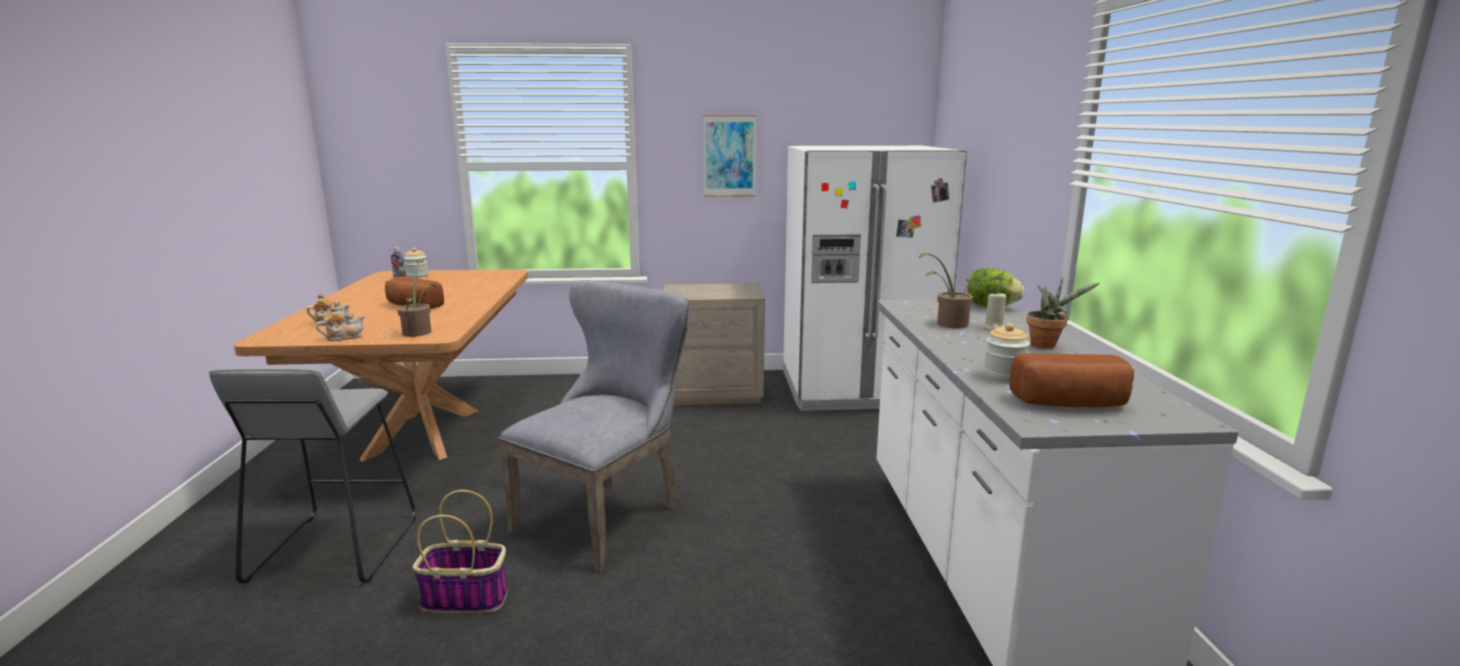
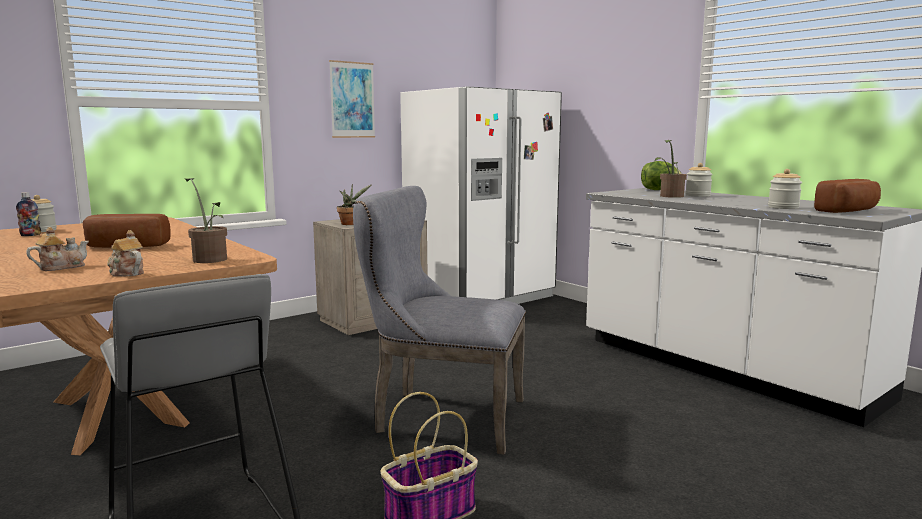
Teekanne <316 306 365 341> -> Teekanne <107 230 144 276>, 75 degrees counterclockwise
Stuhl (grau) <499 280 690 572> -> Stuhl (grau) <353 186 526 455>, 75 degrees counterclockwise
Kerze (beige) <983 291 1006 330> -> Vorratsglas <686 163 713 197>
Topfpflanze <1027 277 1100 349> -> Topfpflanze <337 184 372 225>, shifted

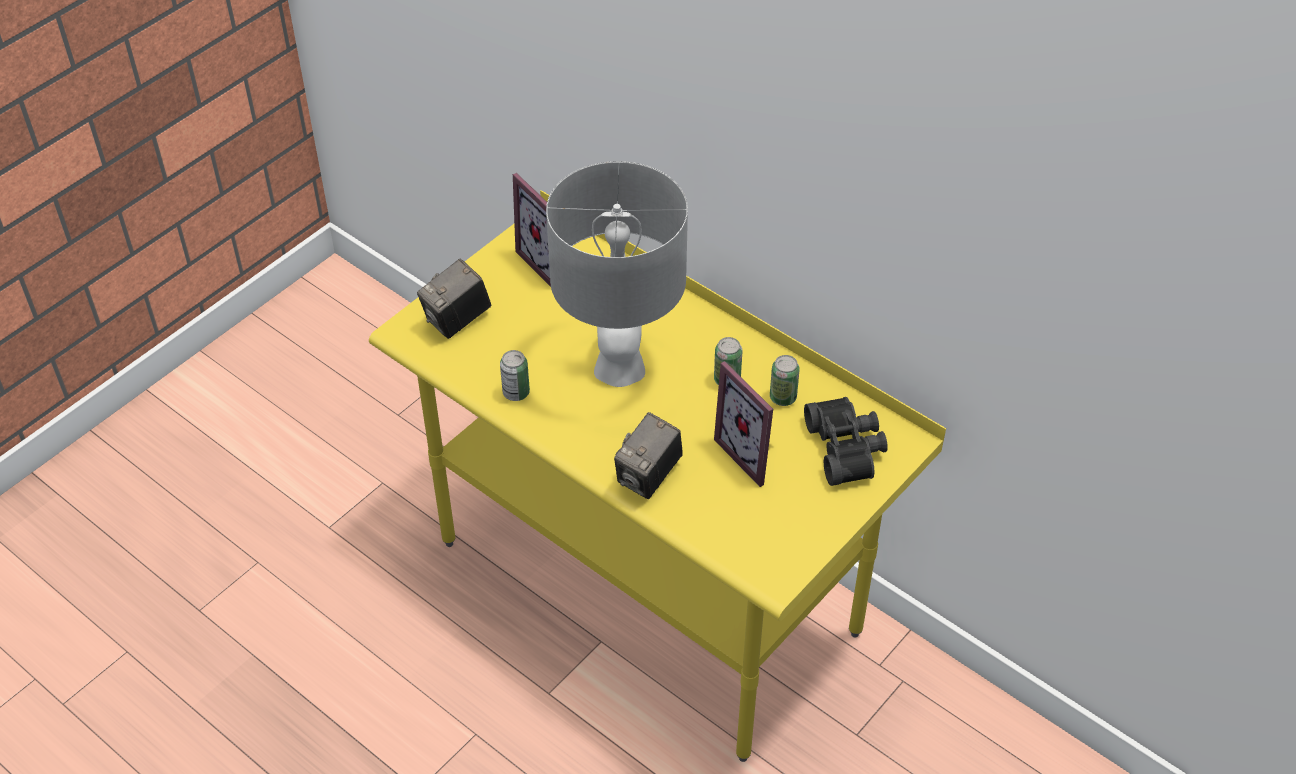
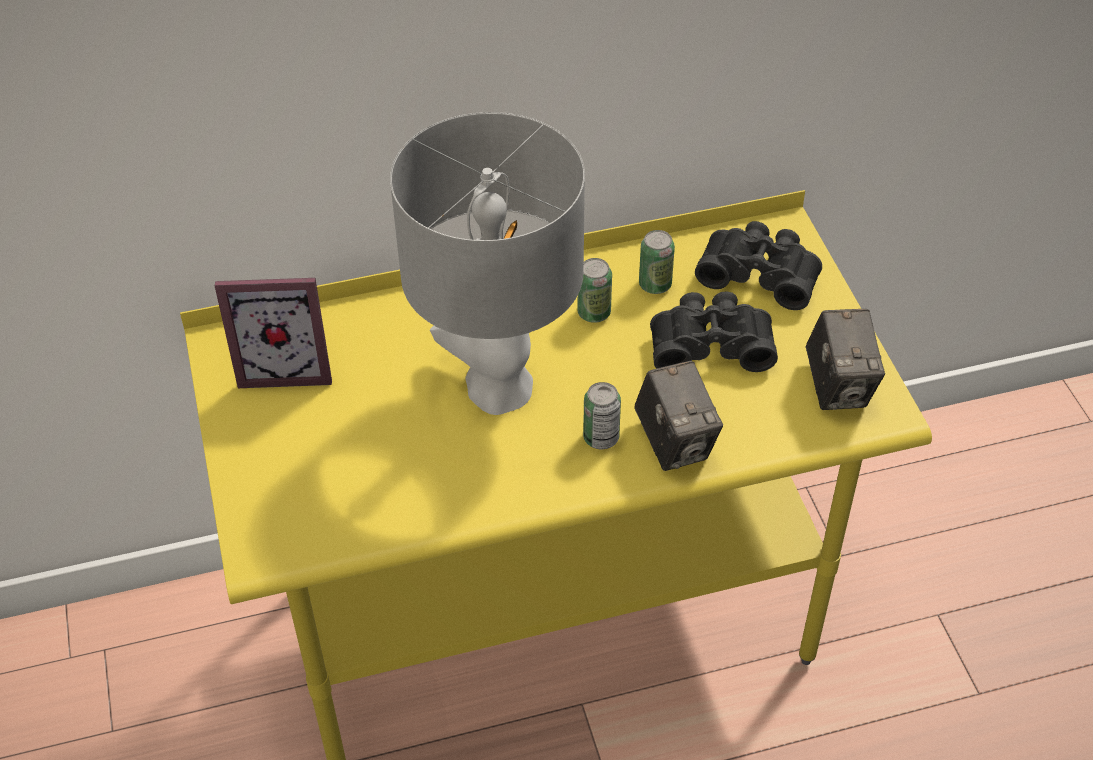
Kamera <417 259 491 339> -> Kamera <806 309 885 410>, shifted
Dose <500 350 530 401> -> Dose <583 382 621 449>, shifted
Bilderrahmen <714 361 773 487> -> Fernglas (schwarz) <650 291 778 372>

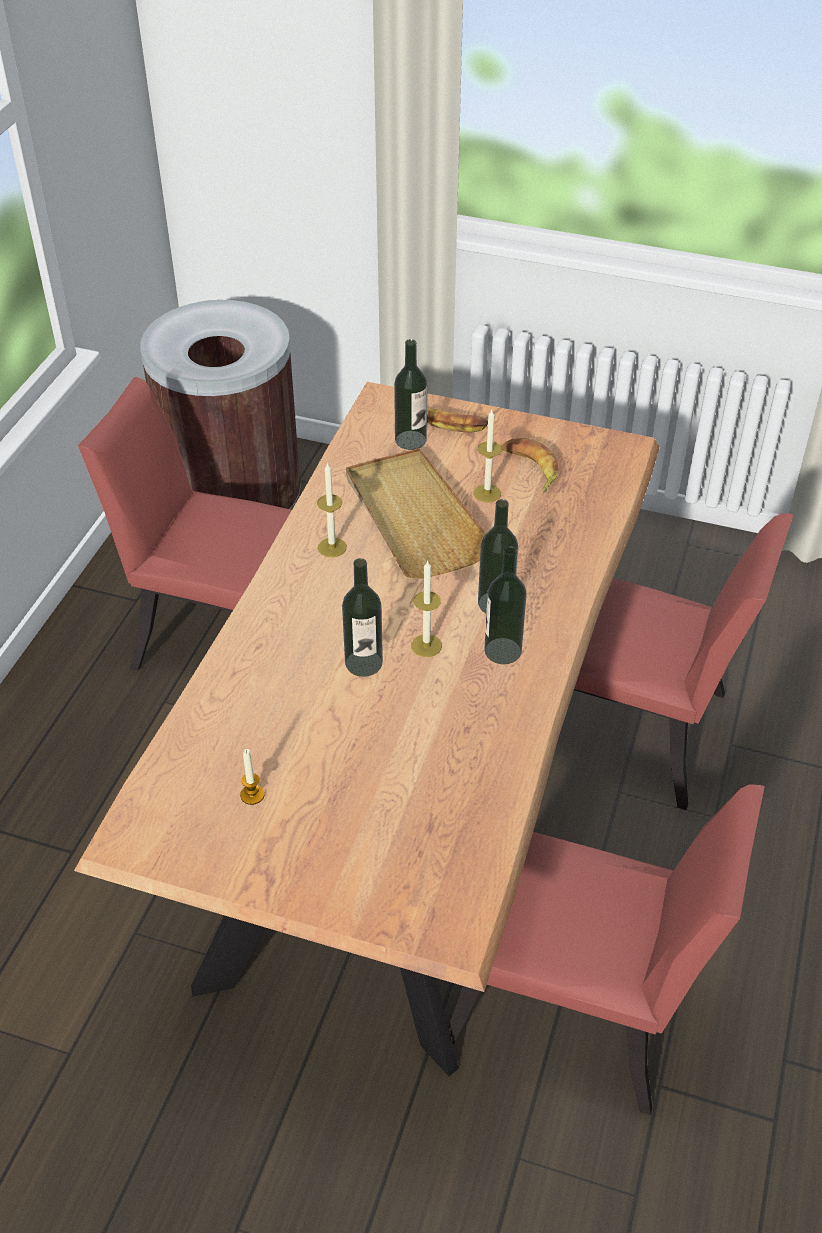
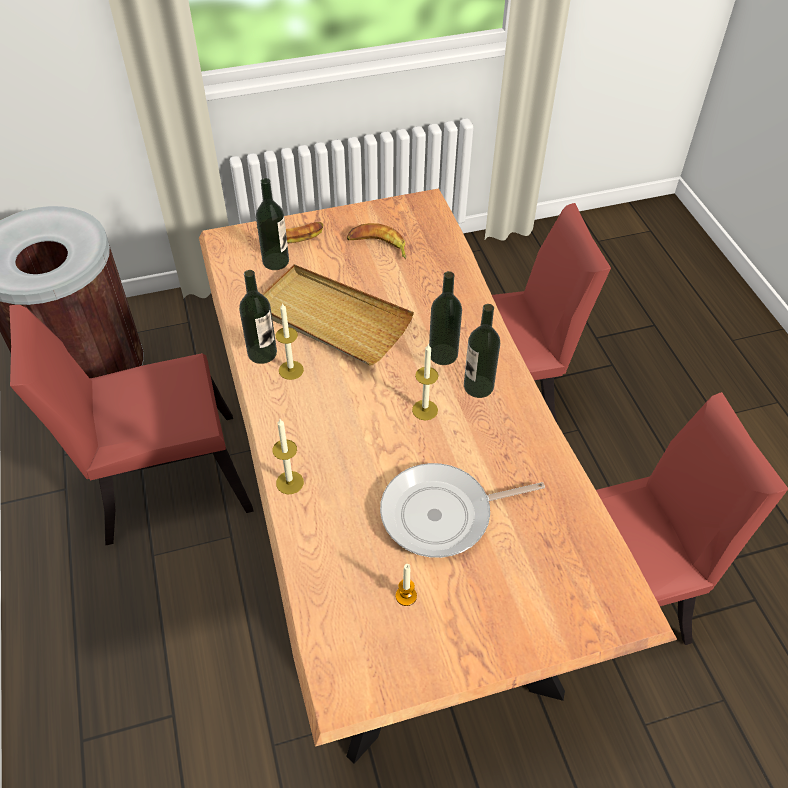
Flasche <342 558 383 677> -> Flasche <239 270 277 364>, shifted
Kerze <474 410 502 503> -> Kerze <272 419 304 494>, shifted
none -> Pfanne <380 463 545 558>

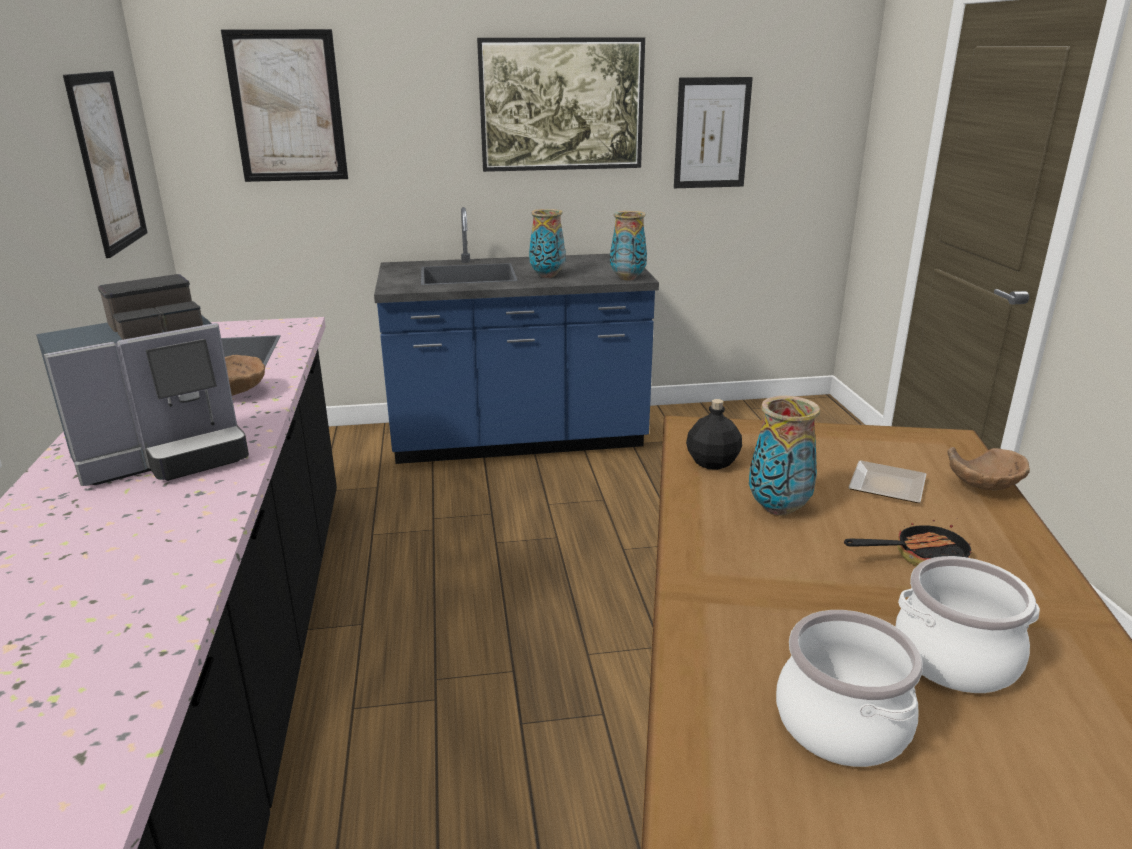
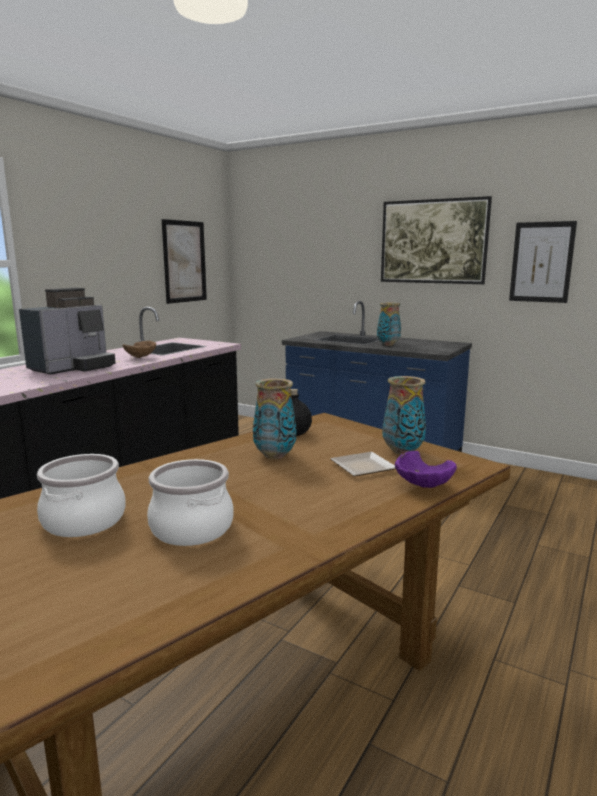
Kaffeemaschine <36 274 249 486> -> Kaffeemaschine <19 288 115 375>, 60 degrees counterclockwise
Bild <221 29 348 182> -> none
Vase <610 211 647 280> -> Vase <383 376 426 455>, shifted
Pfanne <844 520 971 566> -> none
Schüssel (braun) <947 447 1030 490> -> Schüssel (lila) <395 451 457 488>

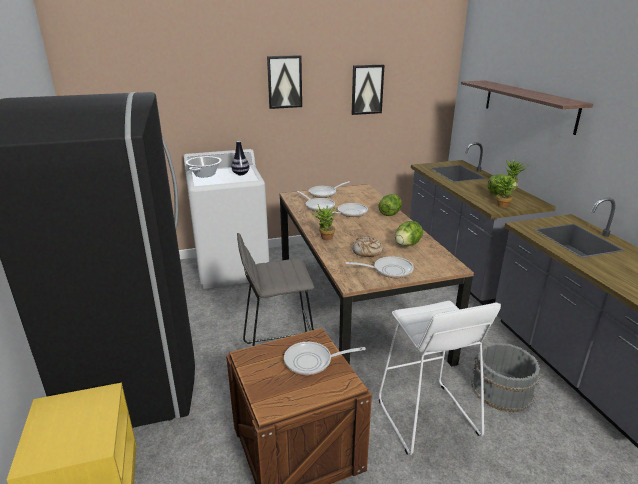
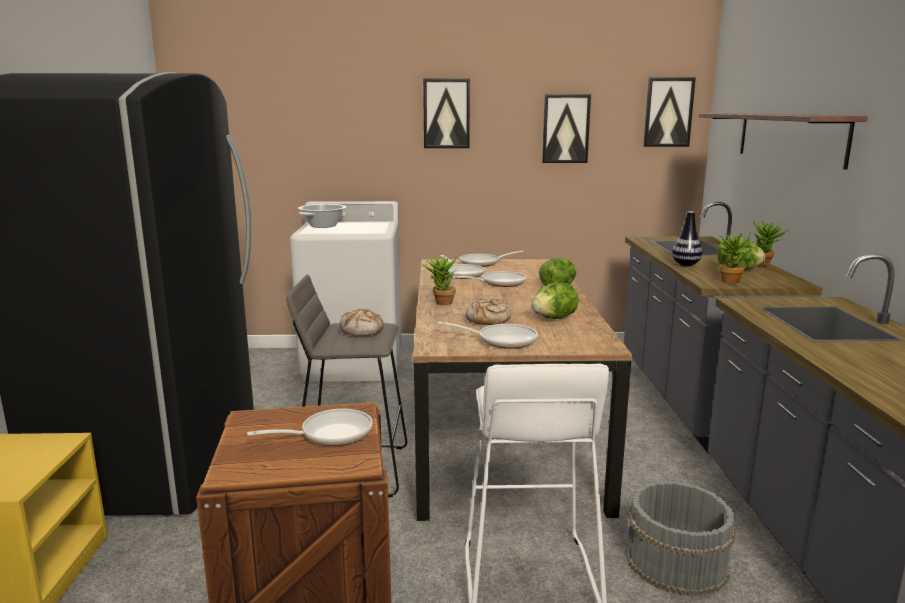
Vase <231 141 250 175> -> Vase <672 211 702 266>, shifted
Pfanne <284 342 366 375> -> Pfanne <247 408 373 446>, 150 degrees clockwise
none -> Brot <340 309 384 336>
none -> Bild <643 77 696 147>

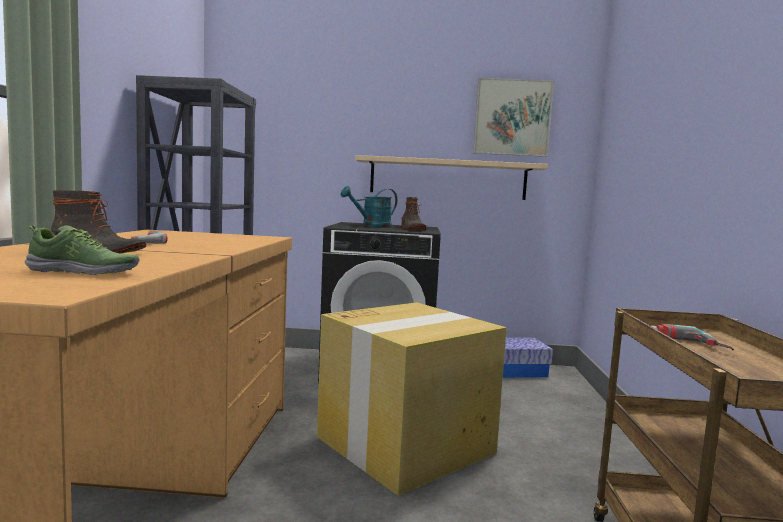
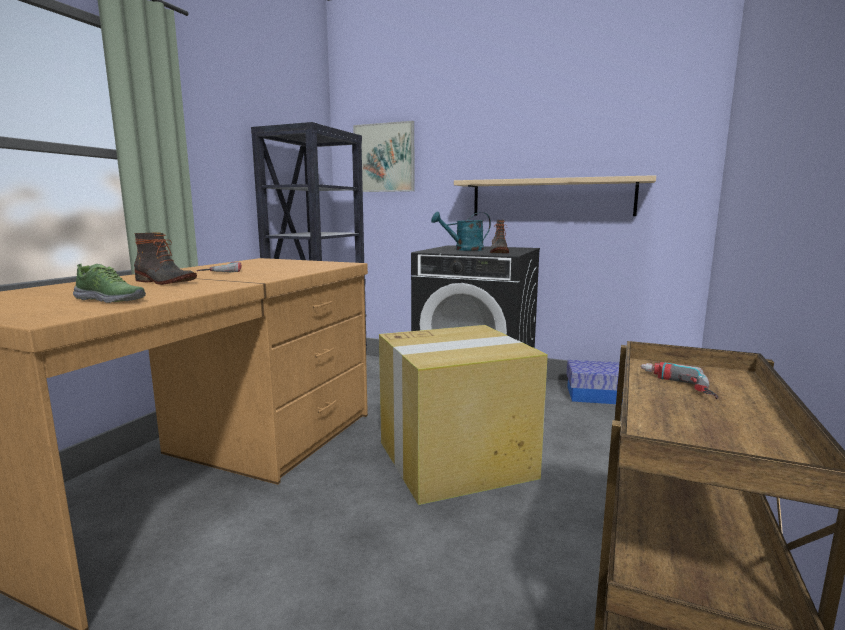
Bild <473 78 554 157> -> Bild <353 121 415 192>, shifted

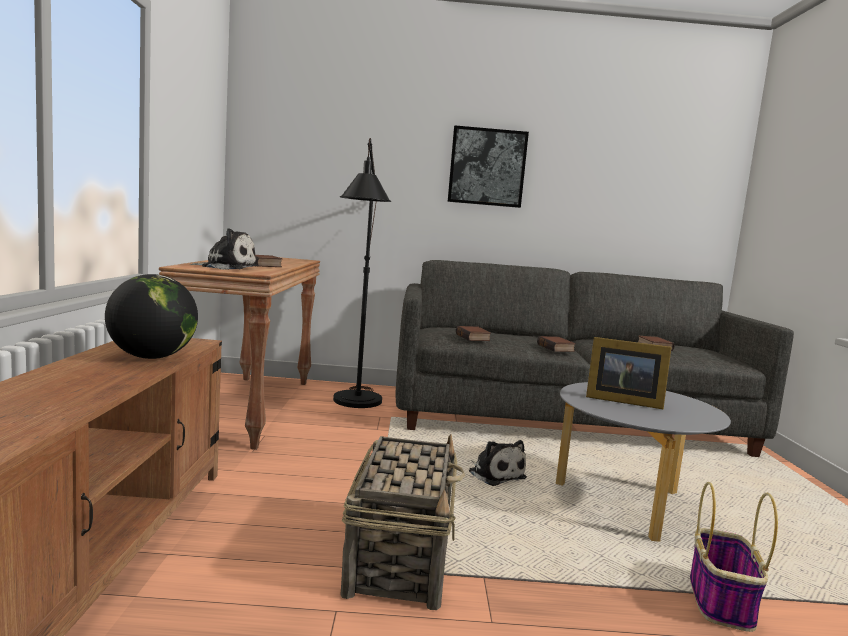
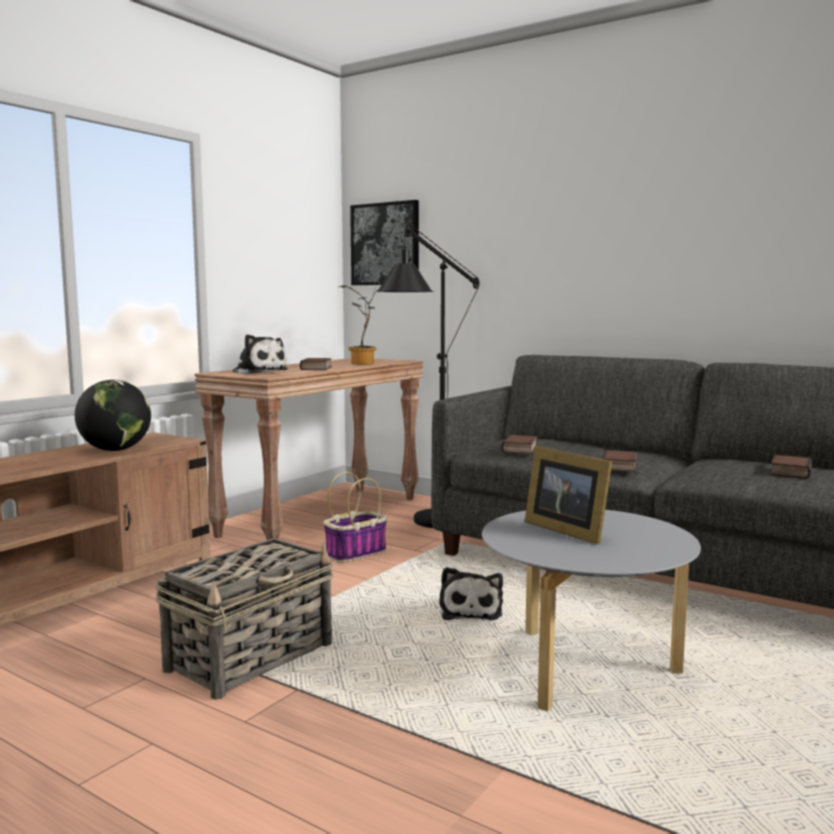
Bild <448 125 529 208> -> Bild <350 200 419 285>, shifted
Korb <690 482 778 632> -> Korb <323 472 387 563>, shifted
none -> Topfpflanze <340 277 384 365>

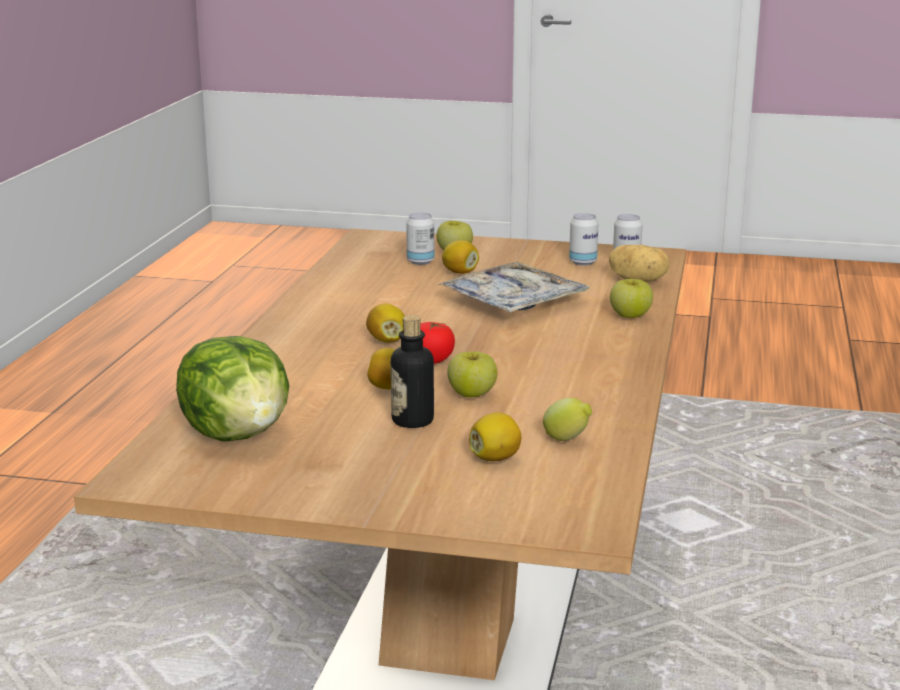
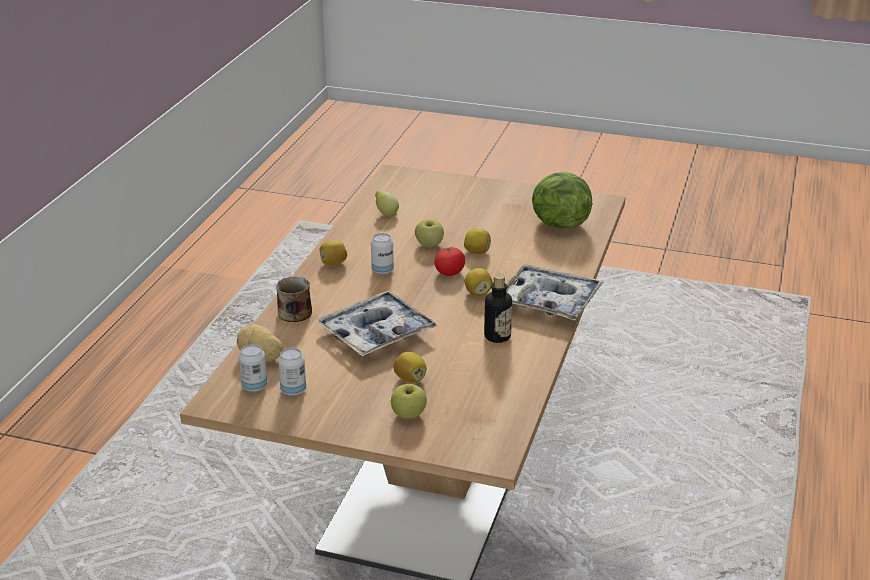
Flasche <391 315 434 428> -> Flasche <484 274 512 343>, shifted
Dose <406 213 435 265> -> Dose <371 233 394 275>, shifted
Zitrone <469 412 521 461> -> Zitrone <320 240 347 266>, shifted
Apfel <610 279 653 318> -> Henkelbecher <276 277 312 322>
none -> Tablett <506 265 604 320>

